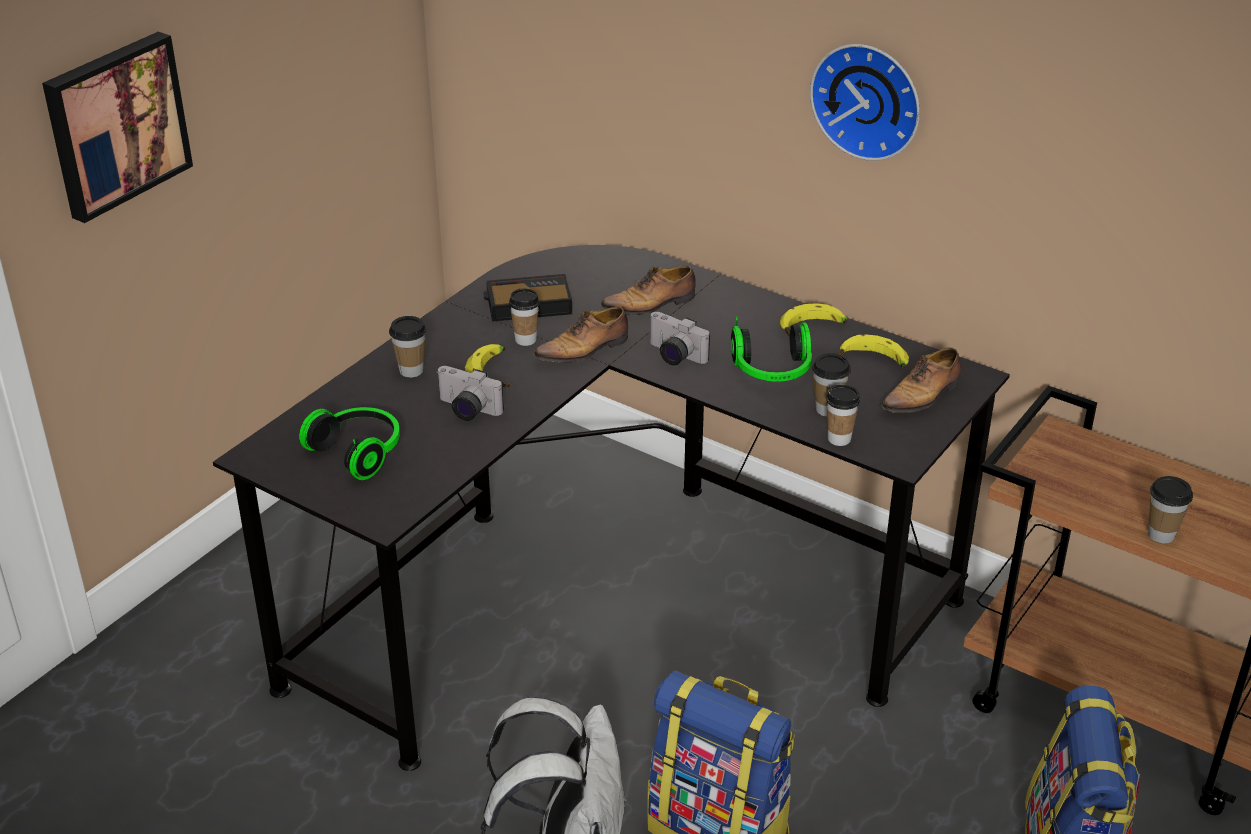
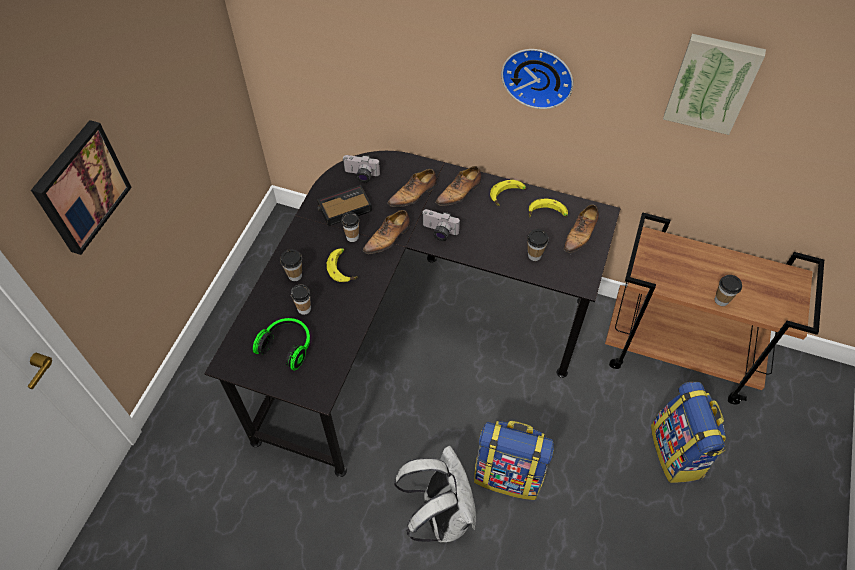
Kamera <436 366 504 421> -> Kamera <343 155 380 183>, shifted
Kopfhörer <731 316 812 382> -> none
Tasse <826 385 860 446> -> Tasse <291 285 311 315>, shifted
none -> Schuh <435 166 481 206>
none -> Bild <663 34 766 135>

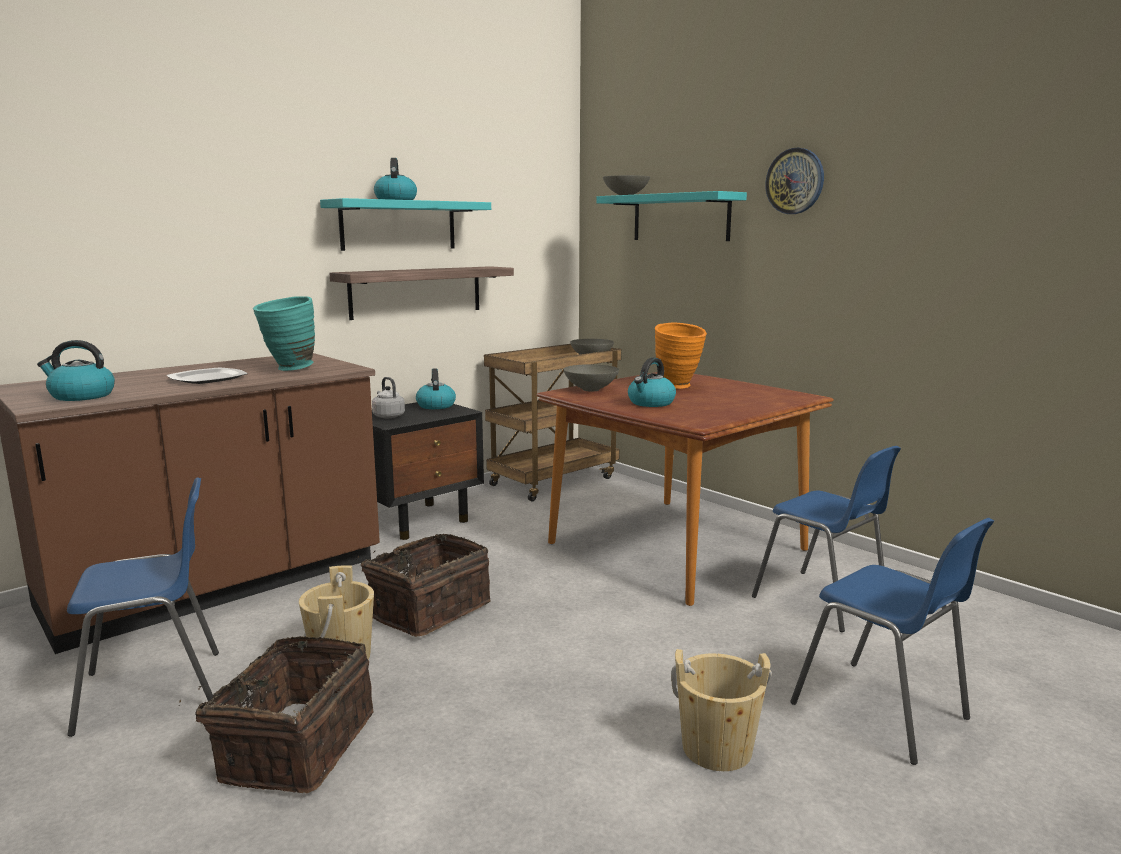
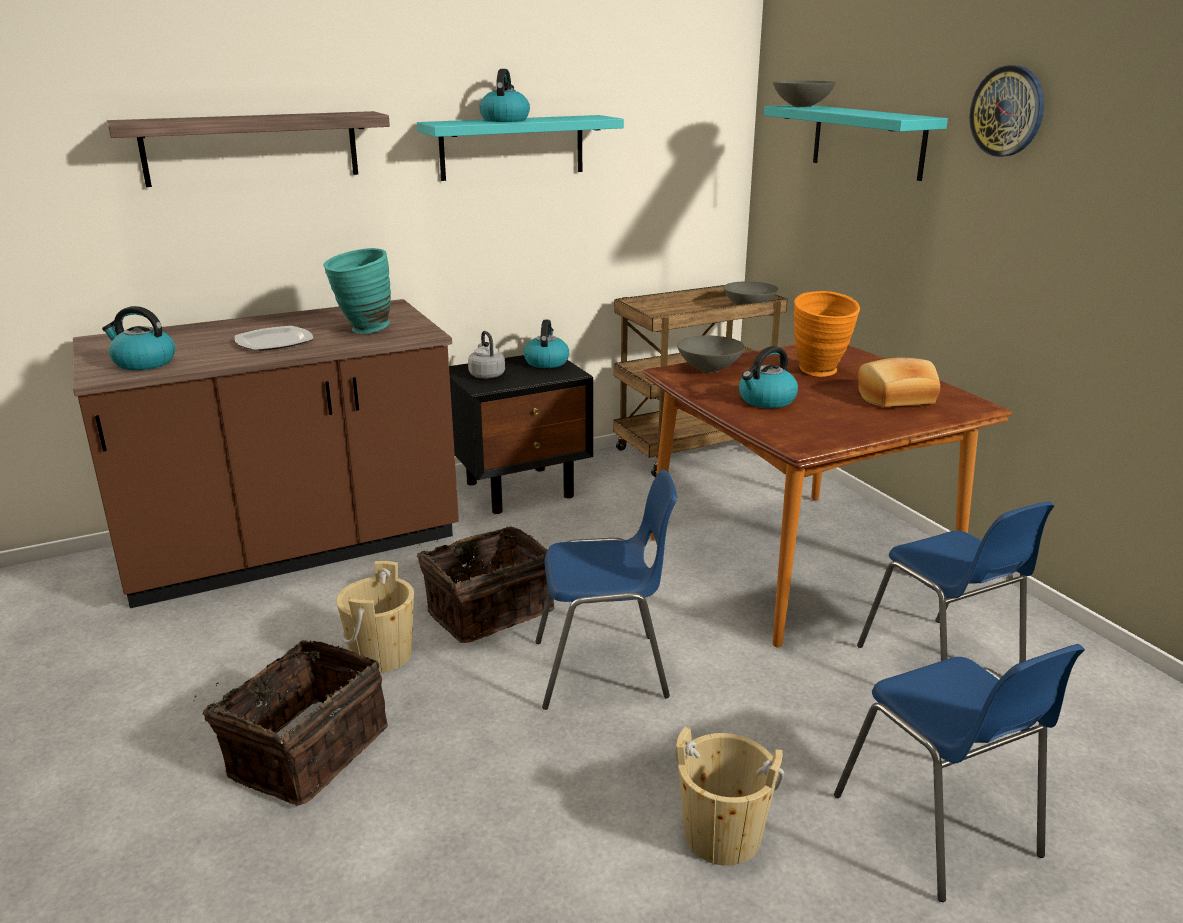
Stuhl (blau) <67 477 219 737> -> Stuhl (blau) <535 469 678 710>, shifted
Wandregal <329 266 514 320> -> Wandregal <106 111 390 187>, shifted
none -> Brot <858 358 940 407>

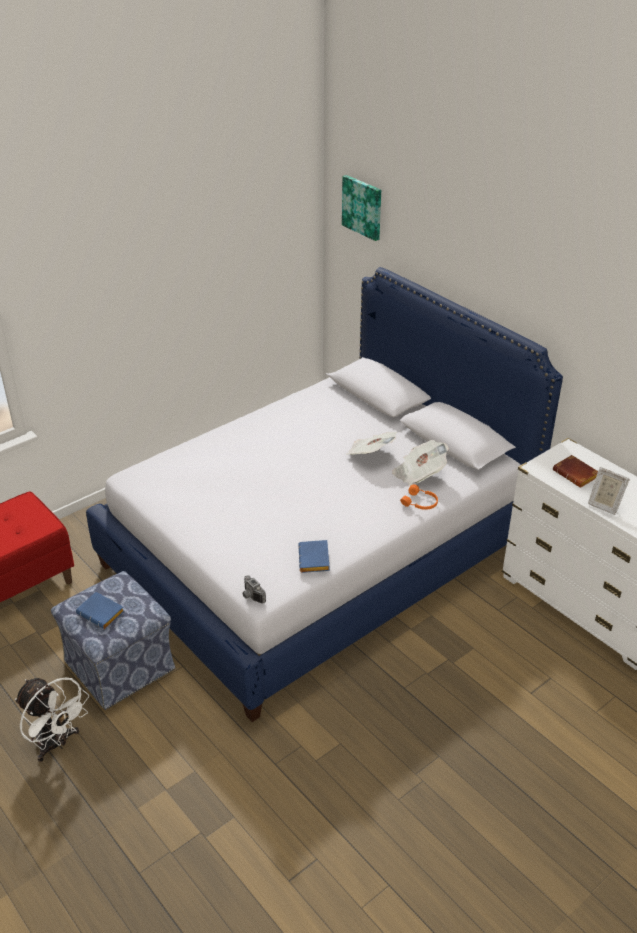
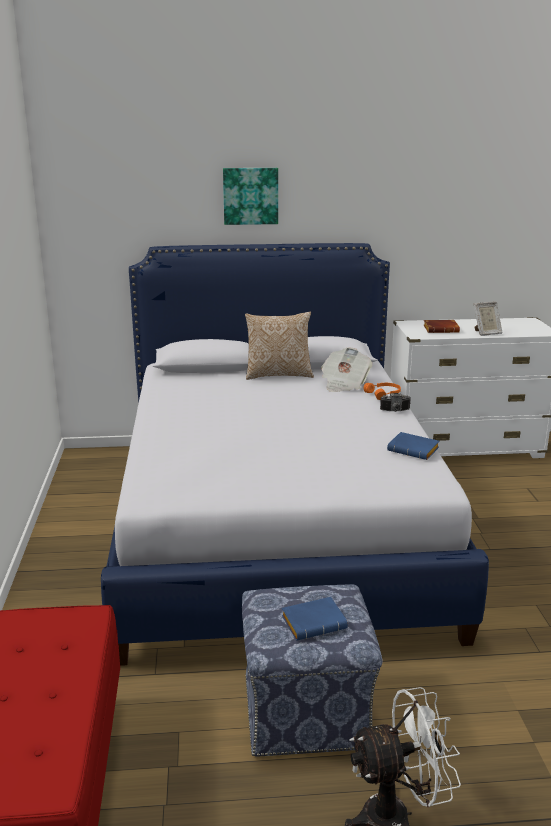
Kamera <243 575 266 604> -> Kamera <380 393 411 412>, shifted
Bild <342 175 381 241> -> Bild <223 168 278 225>, shifted
Zeitung <346 432 397 455> -> none
none -> Kissen <245 312 314 380>

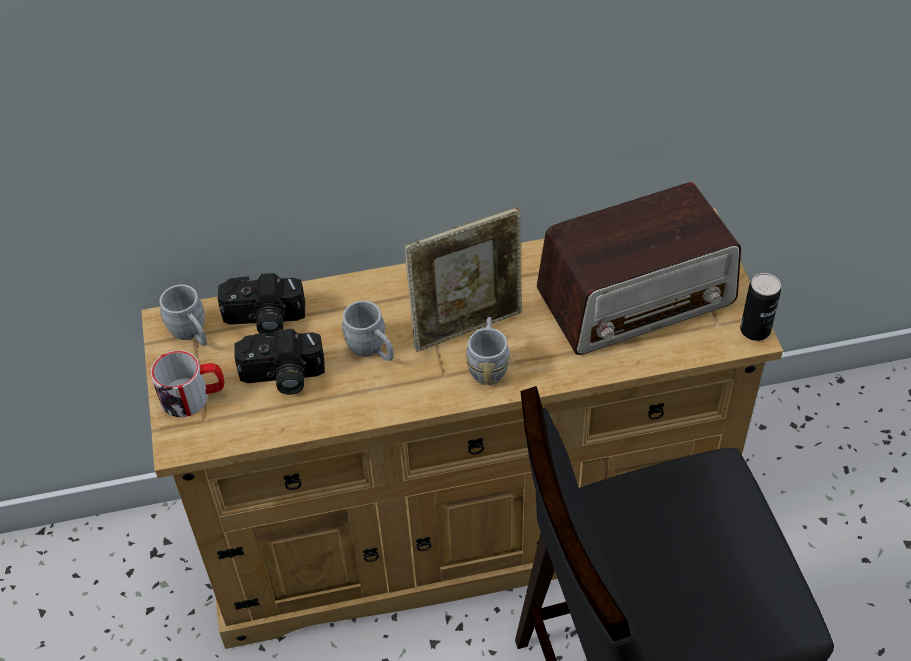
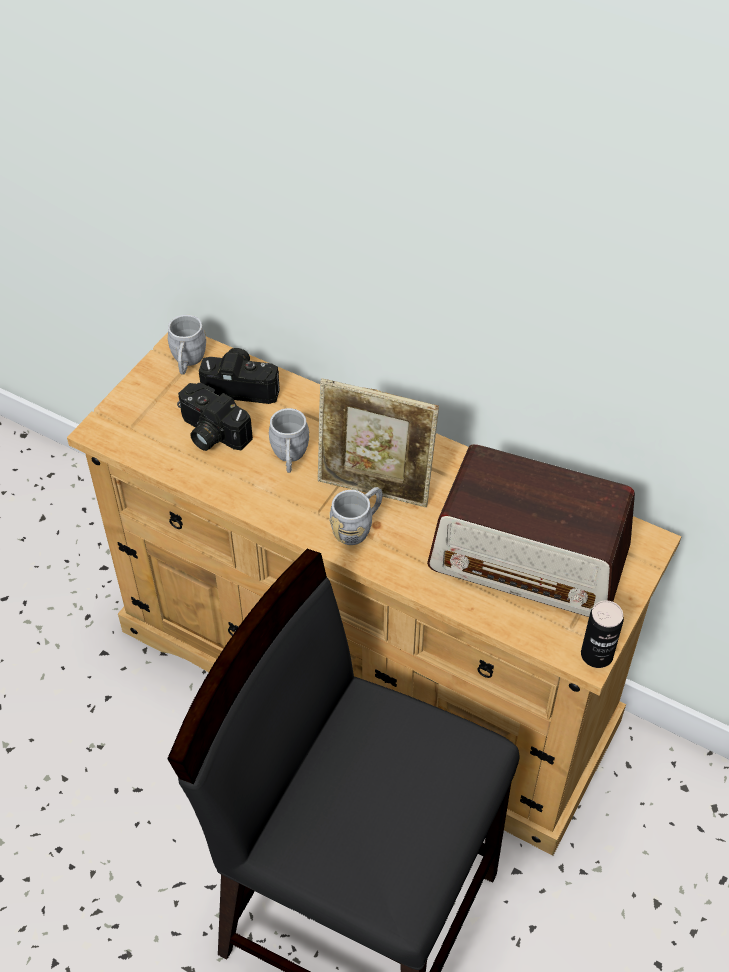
Henkelbecher <150 350 224 417> -> none
Kamera <218 273 305 337> -> Kamera <199 348 280 404>, 150 degrees clockwise

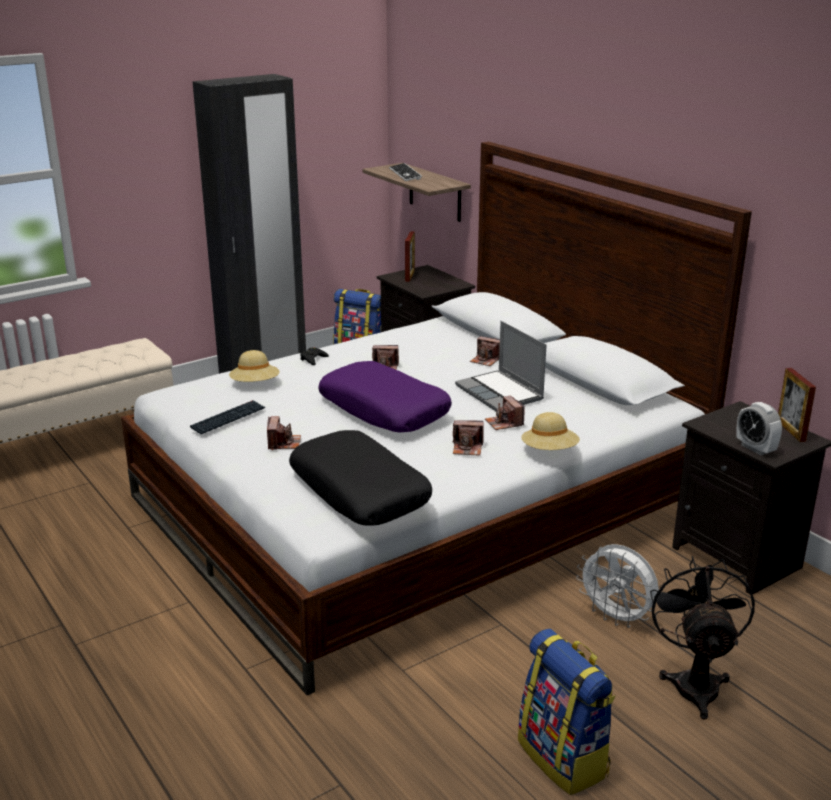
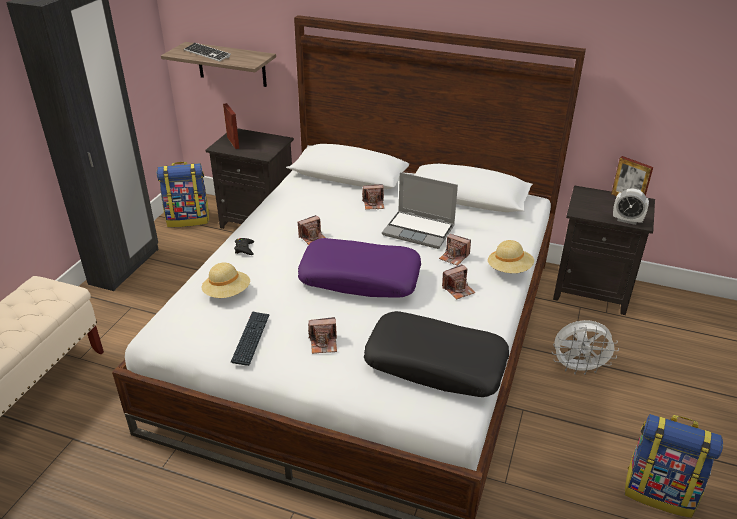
Kamera <267 416 301 450> -> Kamera <308 317 337 354>, 120 degrees clockwise
Ventilator (schwarz) <650 556 755 719> -> none

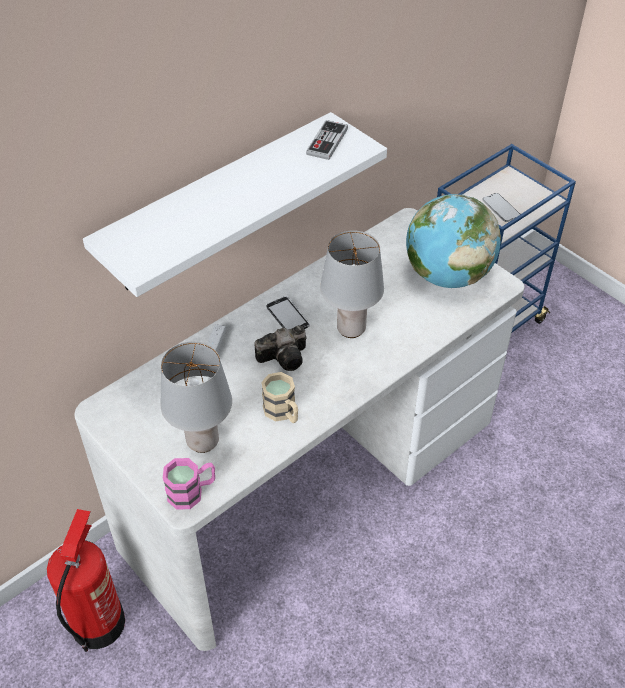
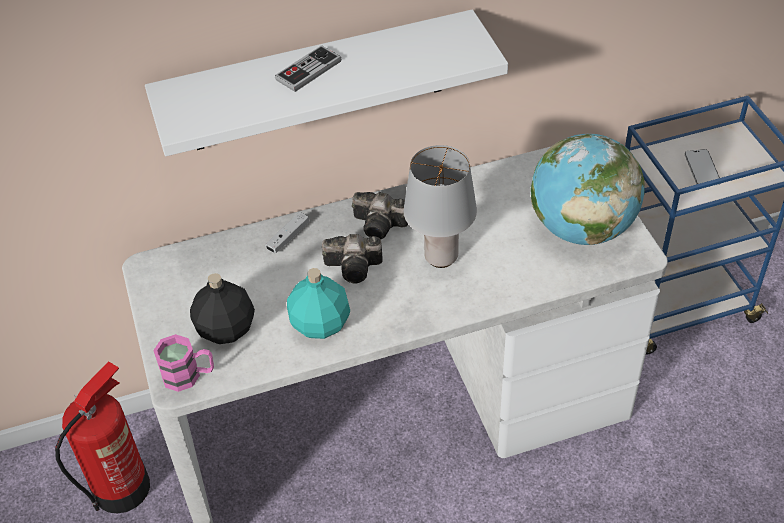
Tischlampe (grau) <161 342 232 453> -> Flasche (schwarz) <190 273 255 344>
Henkelbecher (beige) <261 372 298 423> -> Flasche (türkis) <287 268 350 339>
Handy <266 296 310 330> -> Kamera <352 192 408 239>
Gamepad <306 120 348 160> -> Gamepad <275 45 341 92>, shifted

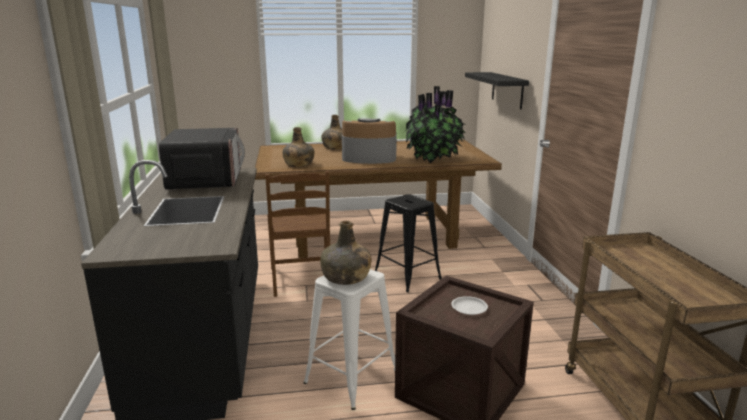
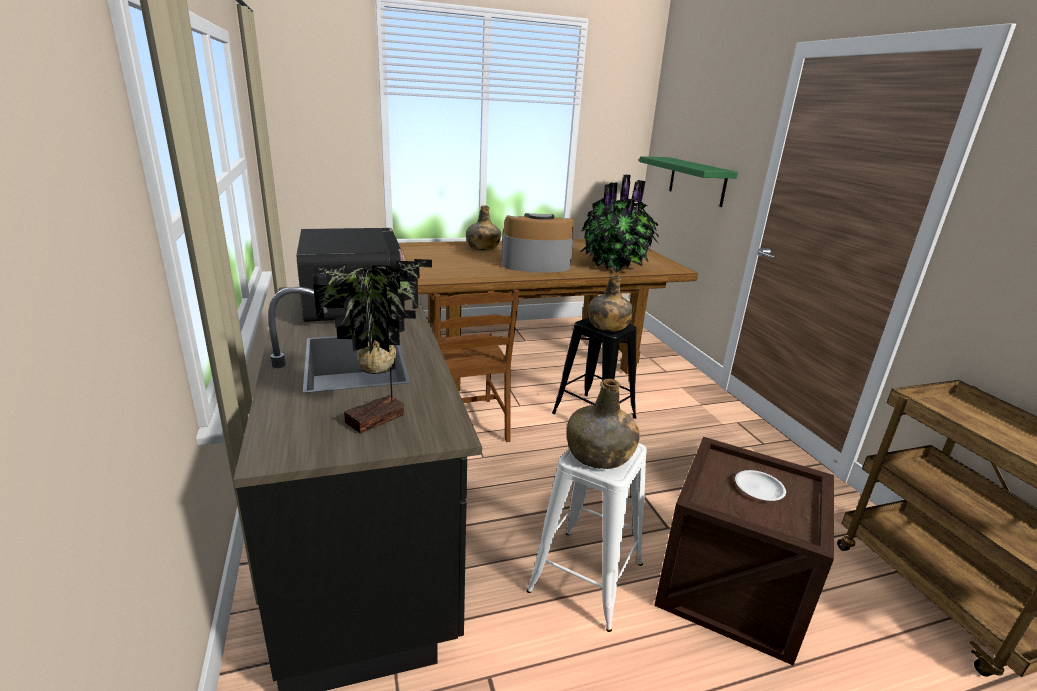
Flasche (grün) <283 127 314 167> -> Flasche (grün) <588 275 633 332>, shifted
Wandregal (schwarz) <465 72 529 110> -> Wandregal (grün) <639 156 738 207>
none -> Topfpflanze <313 259 432 433>

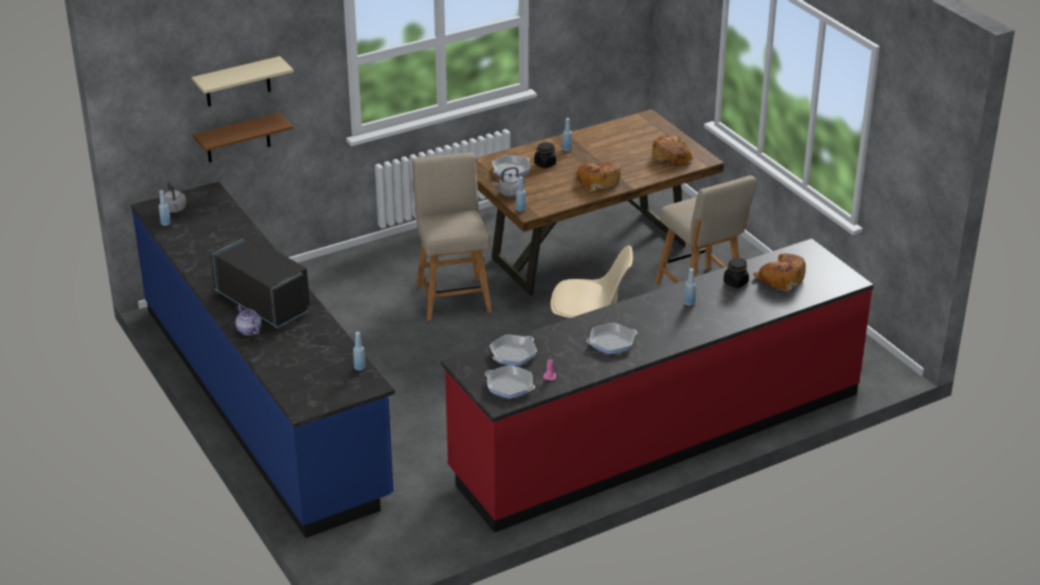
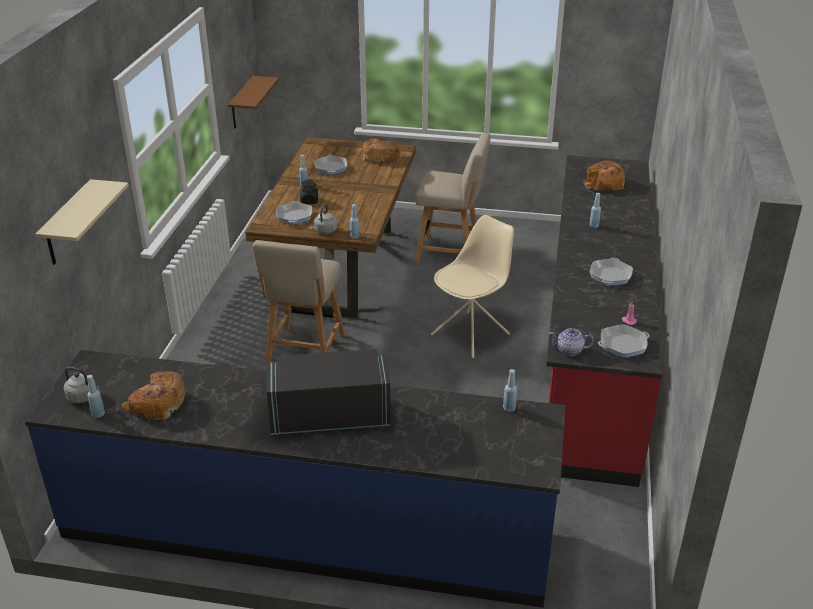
Wandregal (braun) <193 113 293 163> -> Wandregal (braun) <228 76 279 129>, shifted
Teekanne <236 305 262 335> -> Teekanne <549 328 594 356>, shifted
Stuhl (beige) <412 152 492 320> -> Stuhl (beige) <252 240 346 364>, 105 degrees counterclockwise
Pfanne <490 334 537 366> -> Pfanne <314 155 347 175>, shifted
Brot <575 160 621 191> -> Brot <122 371 185 420>, shifted
Vorratsglas (schwarz) <723 258 749 288> -> none

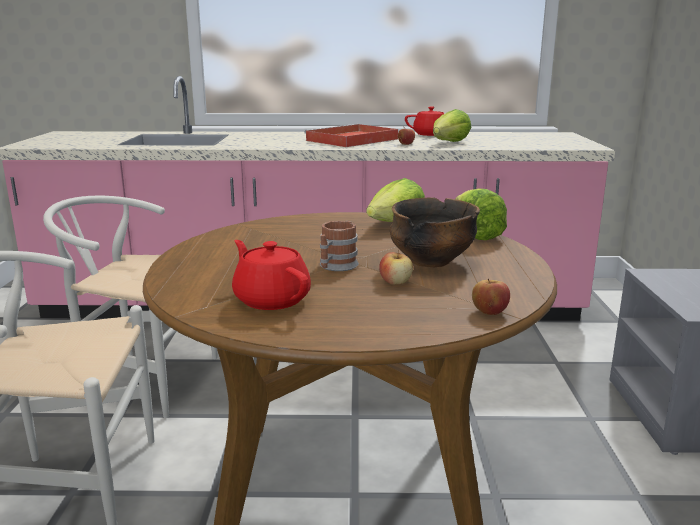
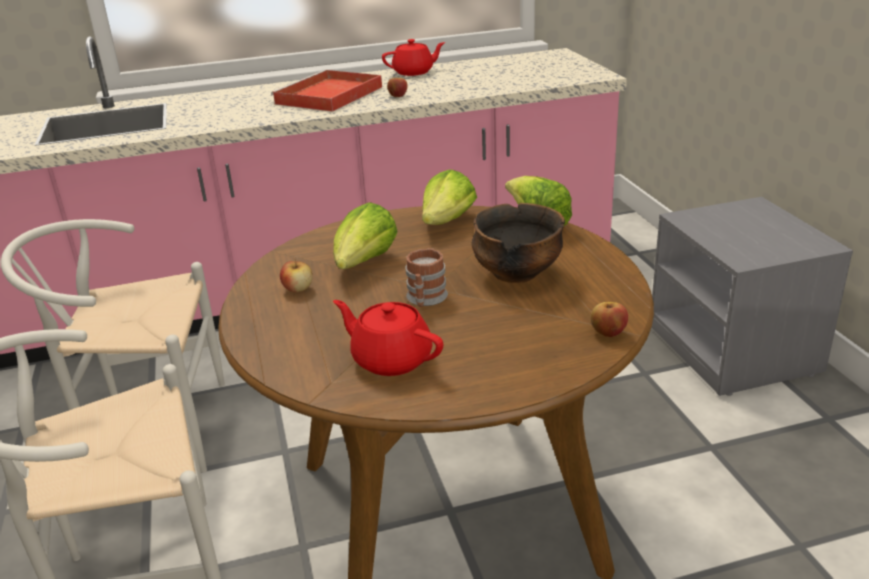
Apfel <379 250 413 285> -> Apfel <280 259 313 293>, shifted
Salatkopf <433 109 471 142> -> Salatkopf <333 202 397 269>, shifted

